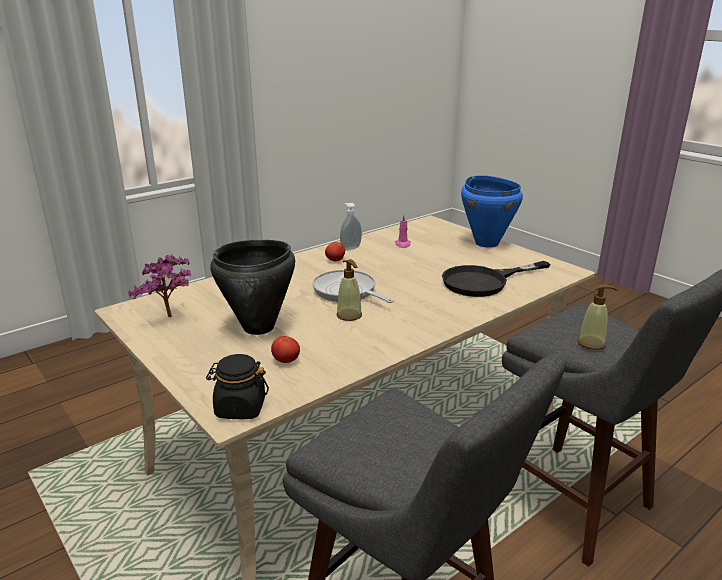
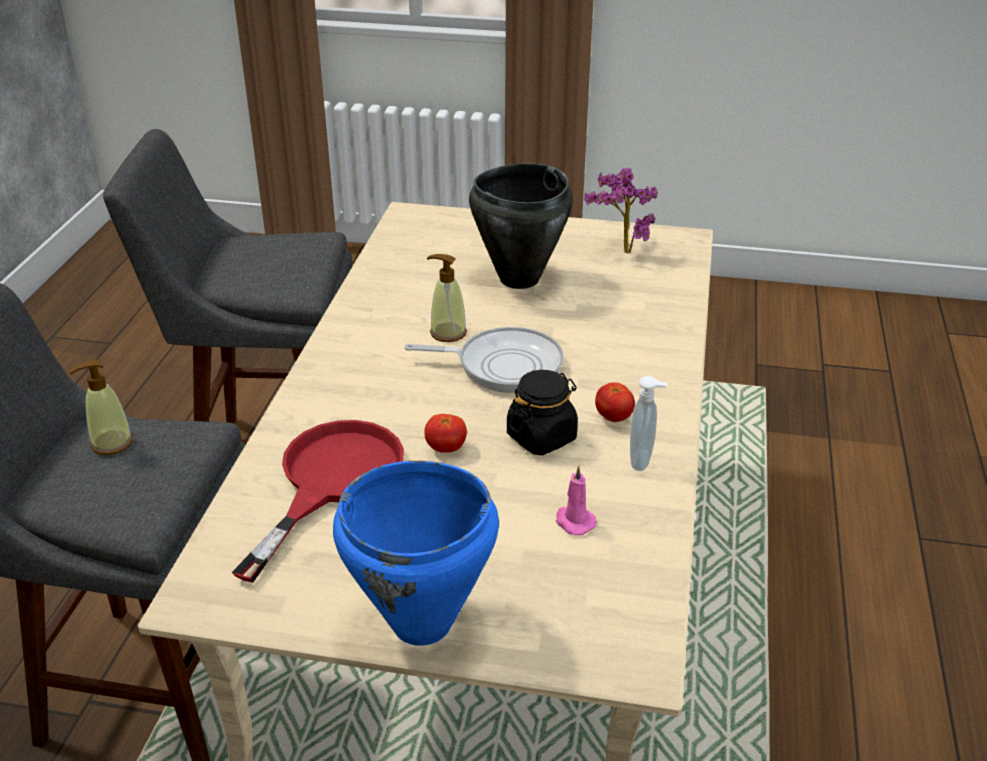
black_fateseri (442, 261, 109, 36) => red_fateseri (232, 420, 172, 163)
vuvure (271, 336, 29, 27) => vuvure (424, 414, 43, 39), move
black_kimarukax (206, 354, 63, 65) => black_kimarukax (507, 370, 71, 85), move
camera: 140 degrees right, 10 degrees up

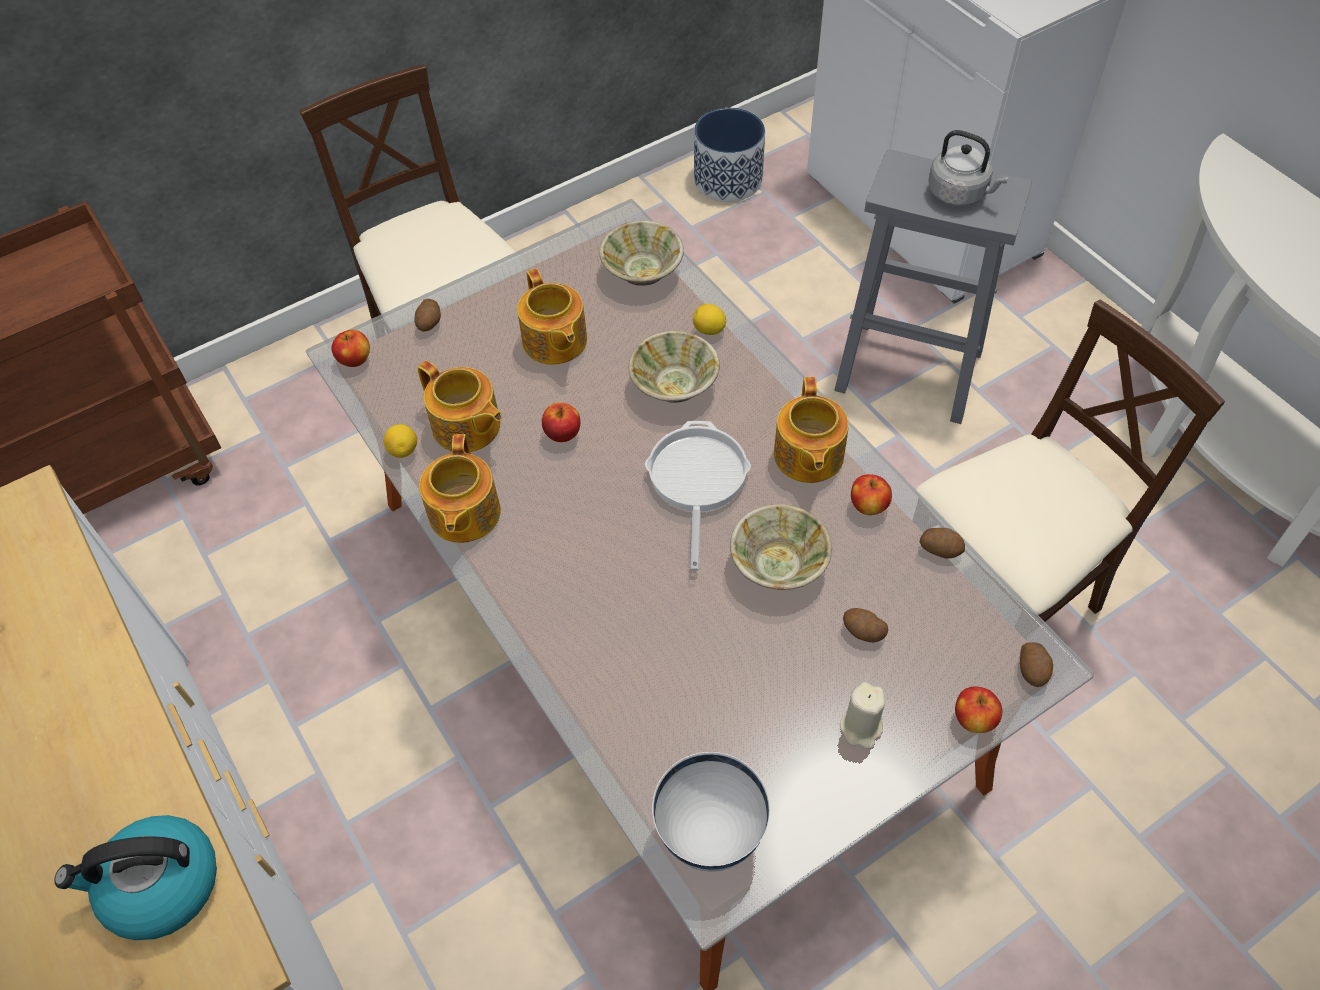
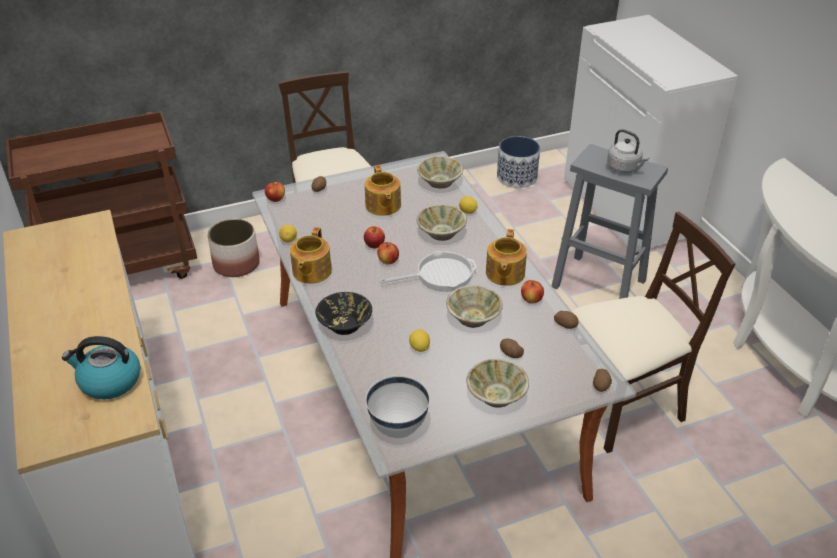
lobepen (418, 361, 84, 91) => nothing
fateseri (645, 421, 106, 150) => fateseri (380, 251, 97, 40), 60 degrees clockwise
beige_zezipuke (840, 682, 45, 67) => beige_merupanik (467, 359, 62, 49)
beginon (955, 686, 47, 47) => beginon (378, 242, 21, 22), move
nothing => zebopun (207, 219, 53, 58)
nothing => black_merupanik (316, 292, 56, 43)
nothing => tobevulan (409, 329, 21, 23)
camera: 10 degrees right, 15 degrees down

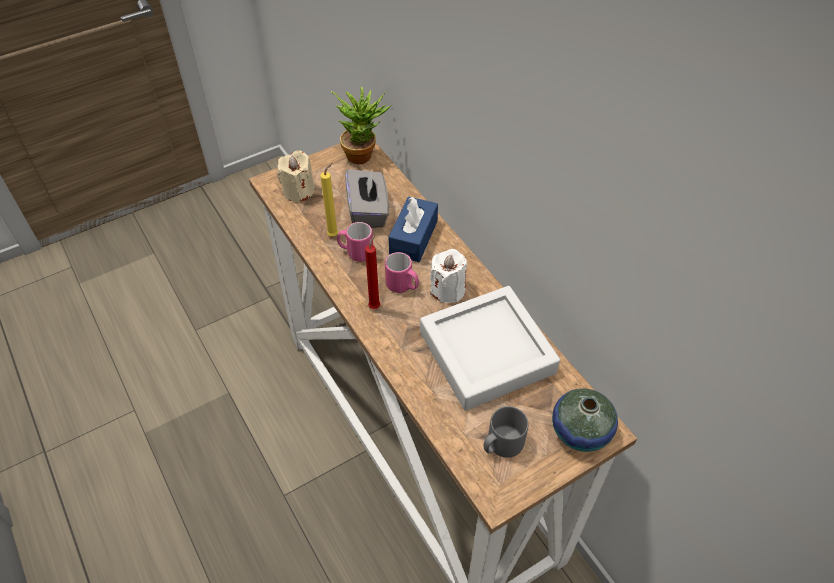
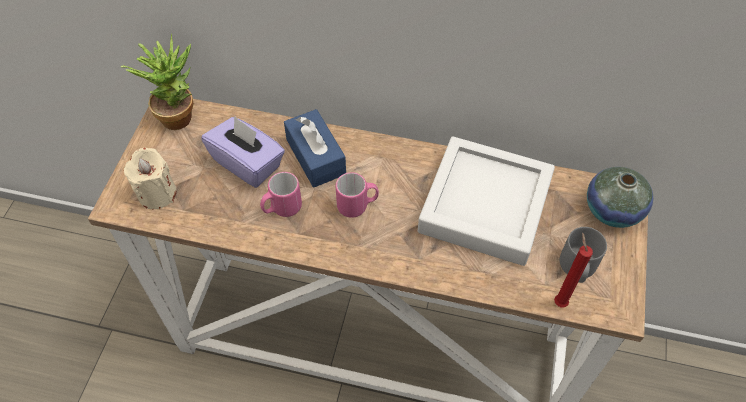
yellow_zezipuke (321, 163, 17, 73) => nothing
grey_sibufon (345, 169, 44, 59) => purple_sibufon (201, 116, 84, 72)
red_zezipuke (365, 234, 15, 75) => red_zezipuke (554, 233, 39, 74), move
white_zezipuke (430, 249, 37, 54) => nothing
camera: 45 degrees left, 5 degrees up

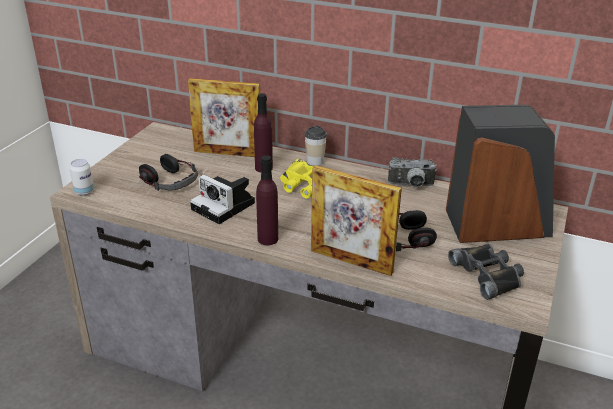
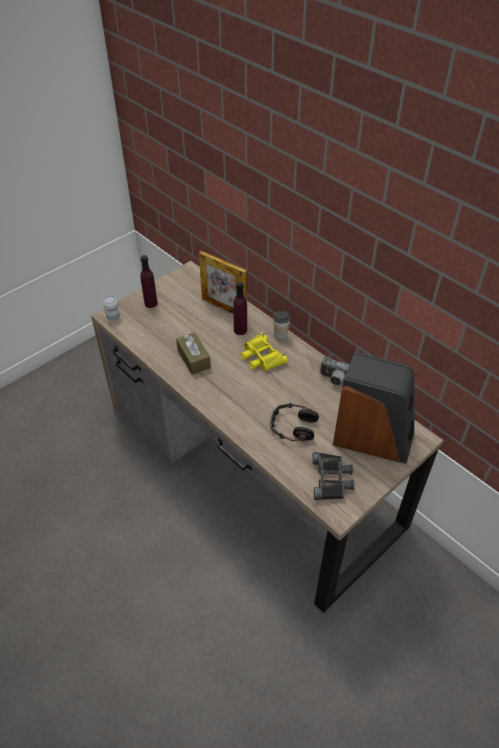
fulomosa (139, 154, 59, 37) => nothing
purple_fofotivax (256, 155, 22, 90) => purple_fofotivax (140, 255, 18, 53), move
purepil (311, 165, 91, 111) => nothing
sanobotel (190, 174, 65, 50) => brown_sibufon (176, 333, 35, 42)
camera: 25 degrees right, 15 degrees up

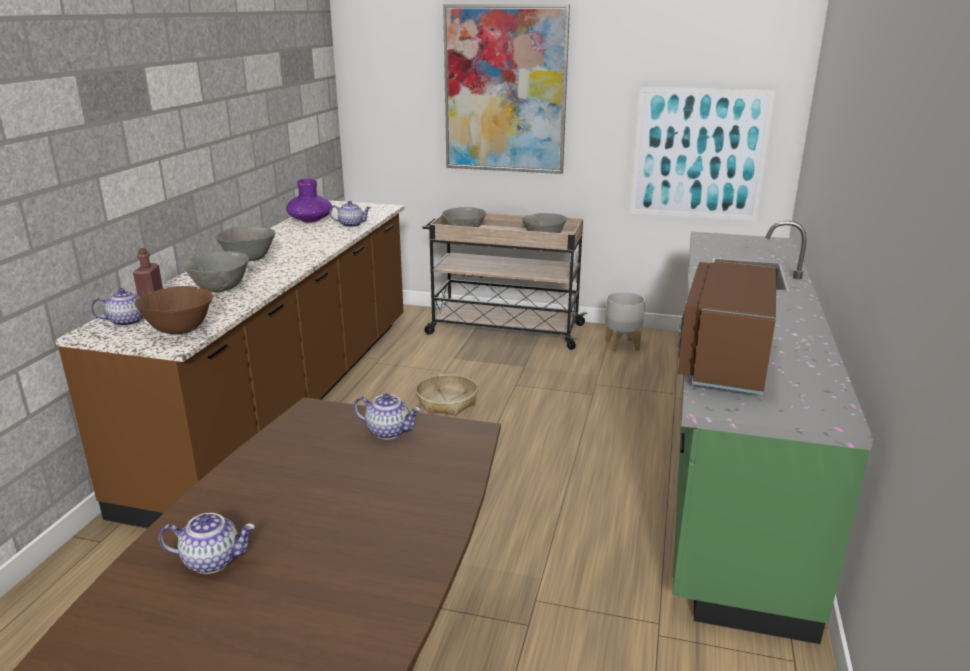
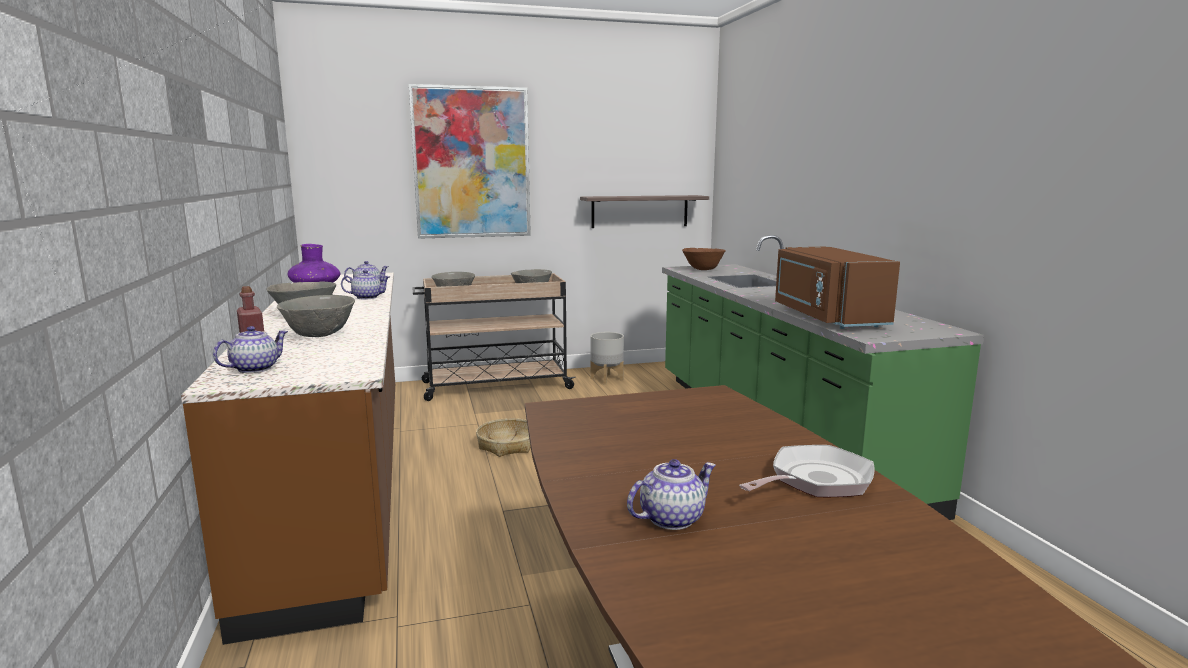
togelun (630, 87, 146, 134) => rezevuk (580, 195, 129, 33)
brown_merupanik (135, 286, 78, 48) => brown_merupanik (682, 248, 44, 22), move
lobepen (354, 393, 67, 46) => lobepen (341, 270, 49, 30), move
nothing => fateseri (739, 445, 136, 52)
camera: 30 degrees left, 10 degrees down

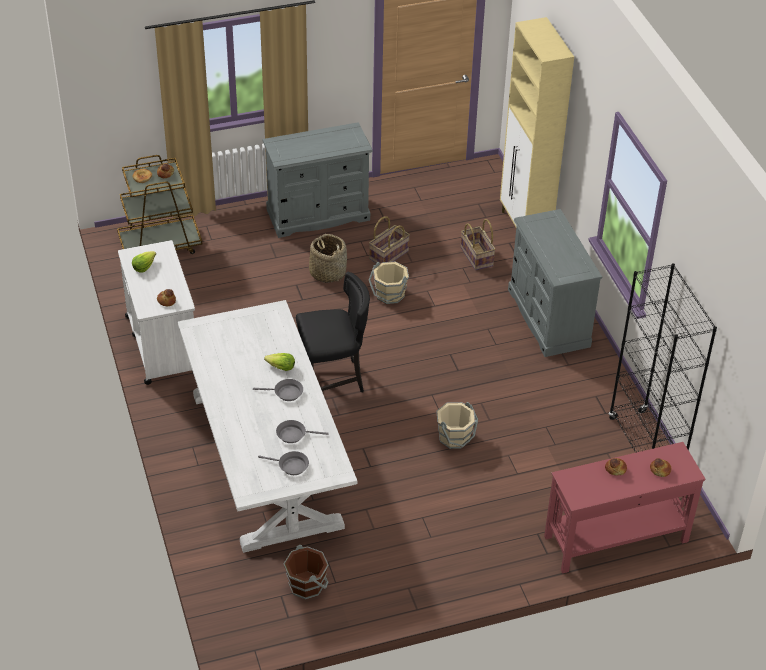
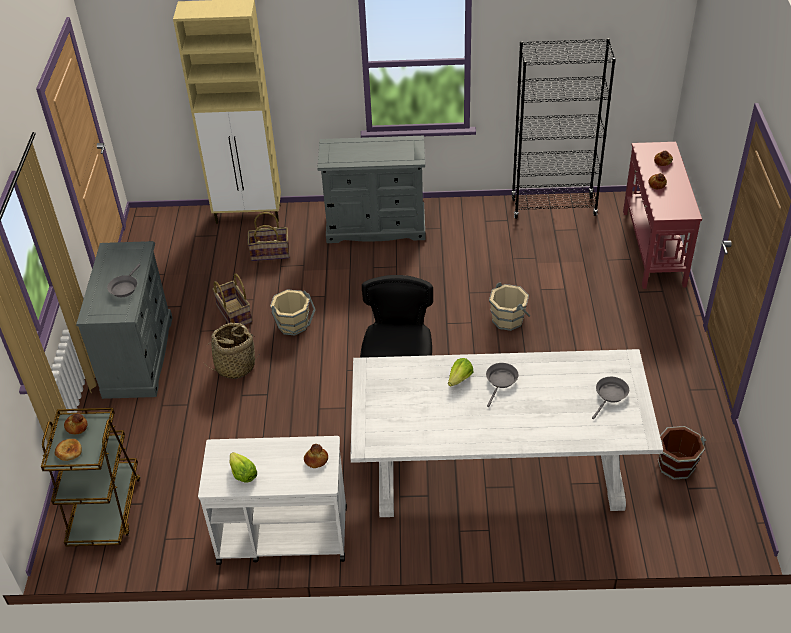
grey_fateseri (276, 420, 53, 23) => grey_fateseri (107, 264, 33, 33), move
camera: 70 degrees left, 0 degrees up

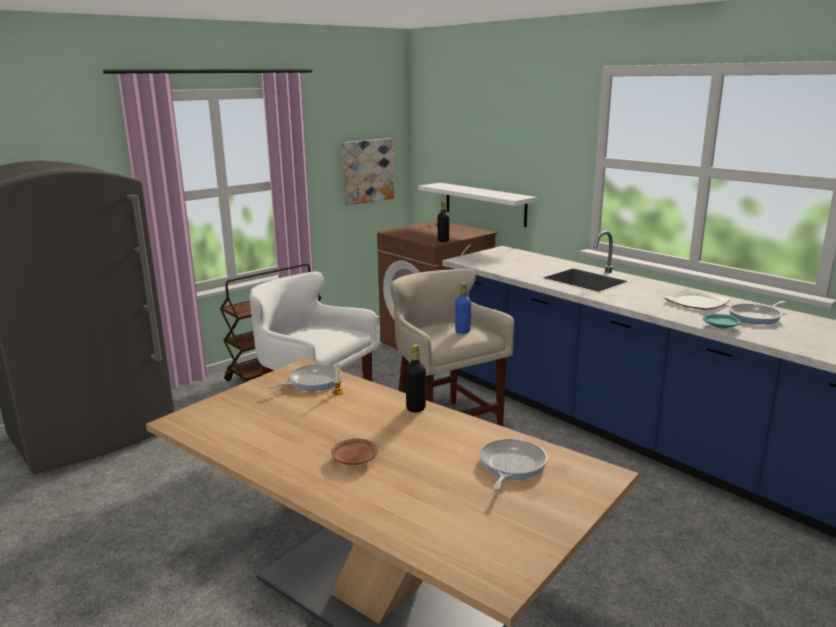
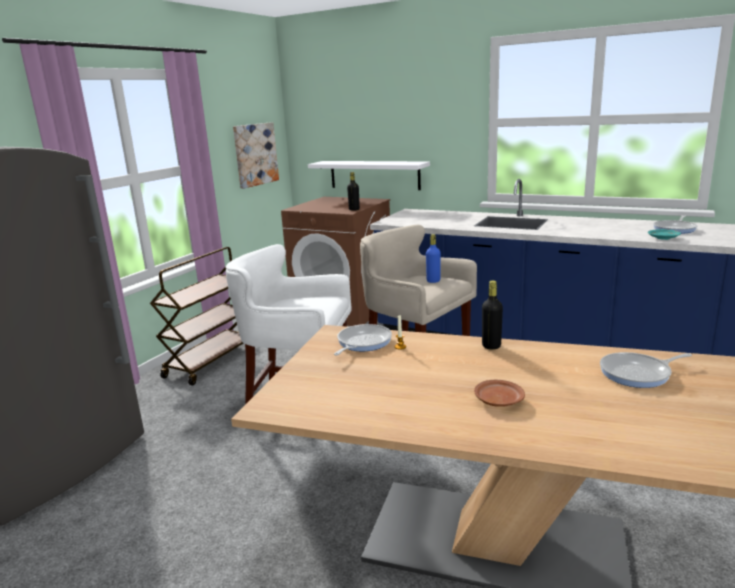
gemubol (663, 289, 68, 21) => nothing
fateseri (480, 438, 67, 52) => fateseri (600, 352, 92, 36), 105 degrees counterclockwise
camera: 20 degrees left, 0 degrees up

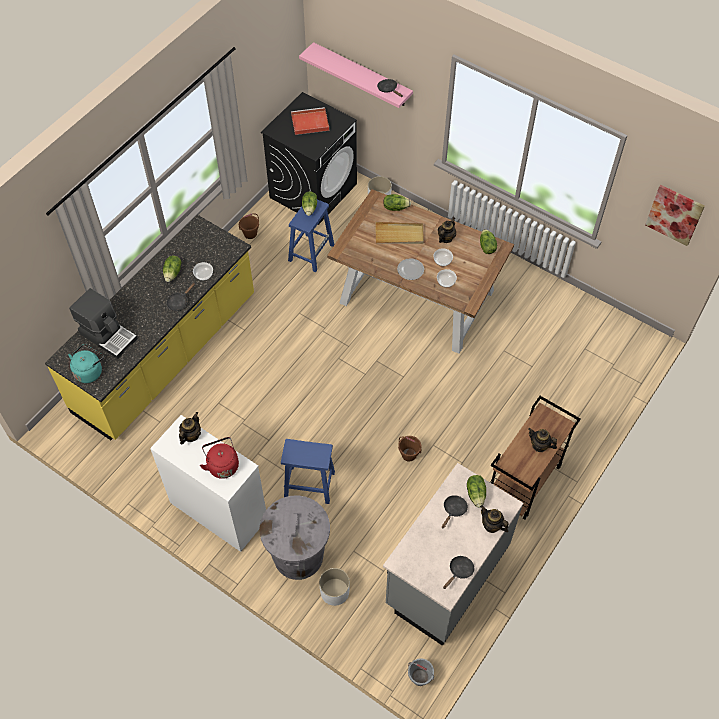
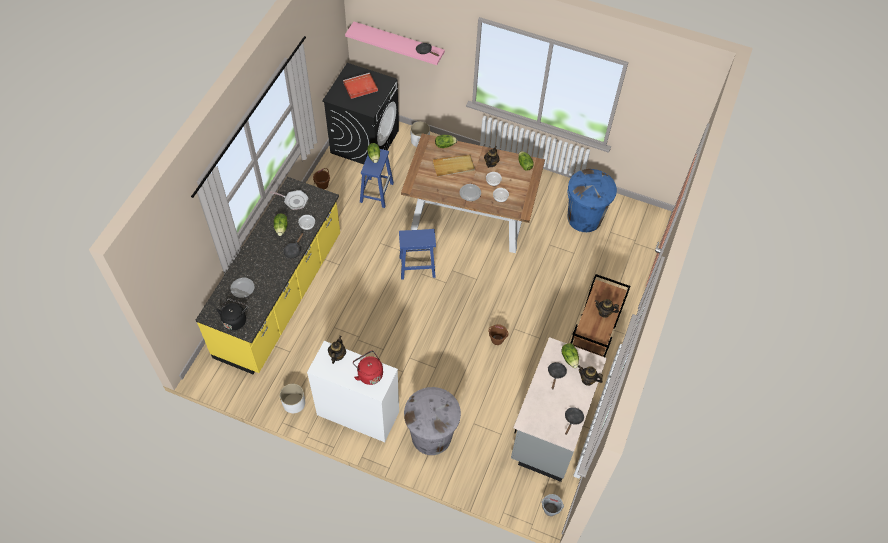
togelun (645, 185, 60, 61) => nothing
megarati (69, 288, 69, 71) => gemubol (230, 278, 25, 20)
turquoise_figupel (68, 344, 36, 39) => black_figupel (216, 298, 32, 32)
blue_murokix (281, 439, 54, 65) => blue_murokix (399, 229, 37, 51), move
white_zebopun (319, 568, 31, 38) => white_zebopun (280, 384, 25, 29), move
nothing => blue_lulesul (567, 169, 50, 63)
nothing => fateseri (270, 190, 39, 20)
camera: 15 degrees left, 0 degrees up

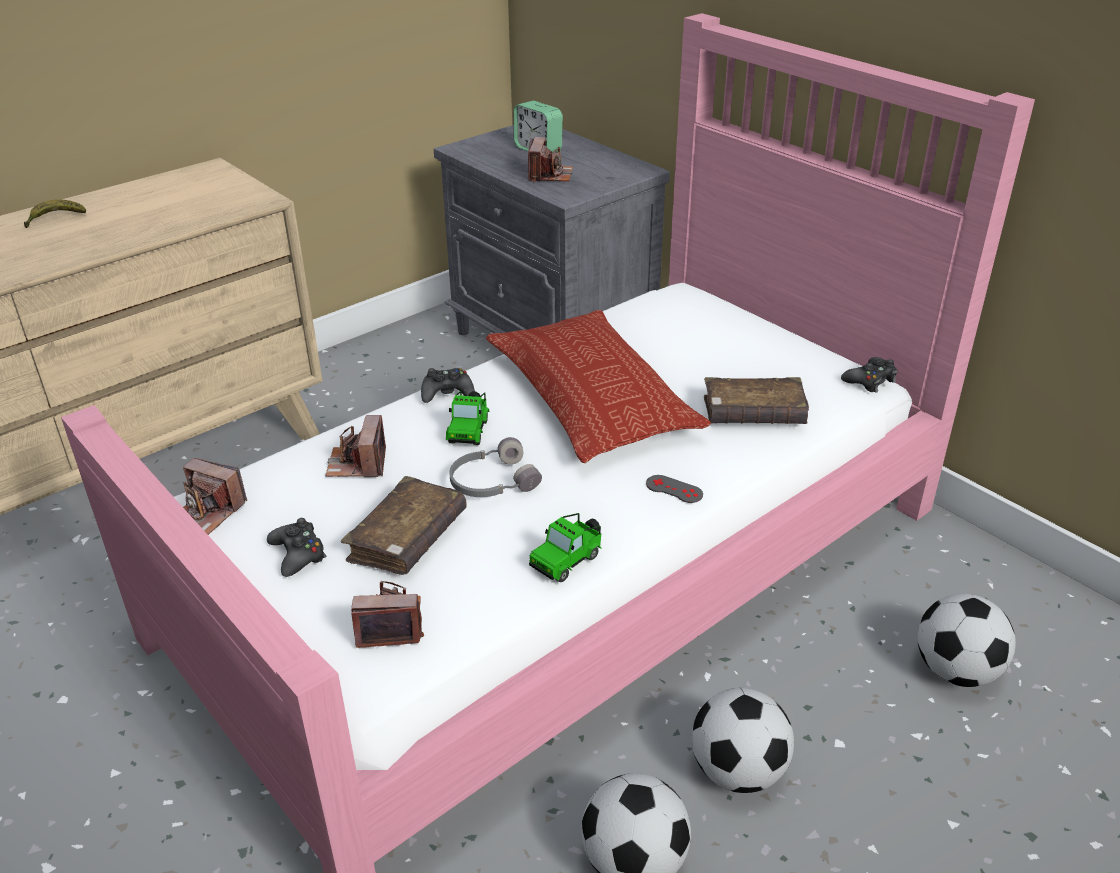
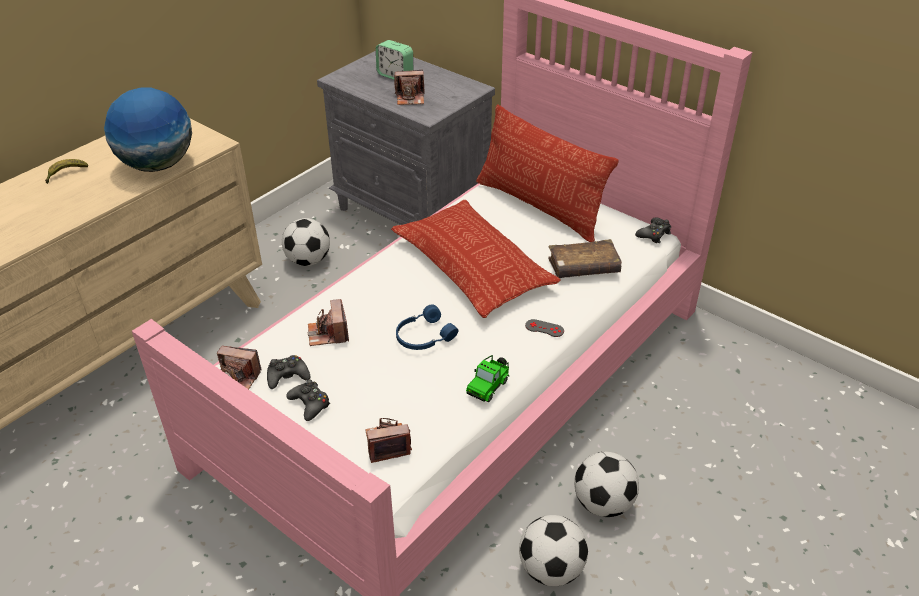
sanobotel (528, 137, 45, 45) => sanobotel (394, 70, 31, 35), 90 degrees clockwise
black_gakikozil (421, 368, 54, 35) => black_gakikozil (267, 355, 43, 34), move
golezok (446, 391, 44, 54) => nothing
grey_fulomosa (449, 437, 93, 60) => blue_fulomosa (396, 305, 62, 45)
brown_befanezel (341, 476, 126, 99) => nothing
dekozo (917, 594, 99, 93) => dekozo (282, 218, 48, 48), move
nothing => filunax (104, 87, 88, 85)
nothing => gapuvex (476, 104, 143, 138)
camera: 10 degrees left, 5 degrees up

